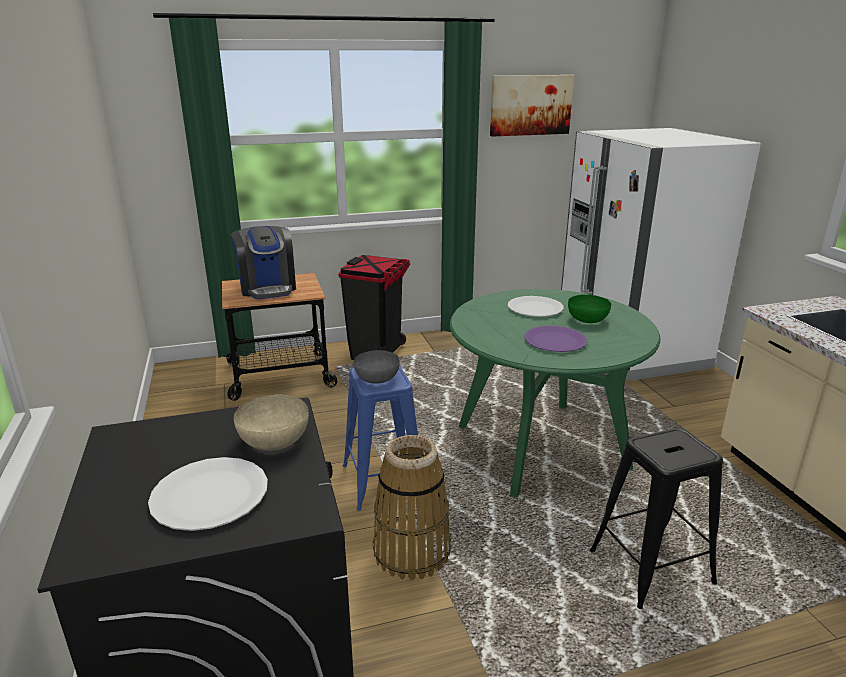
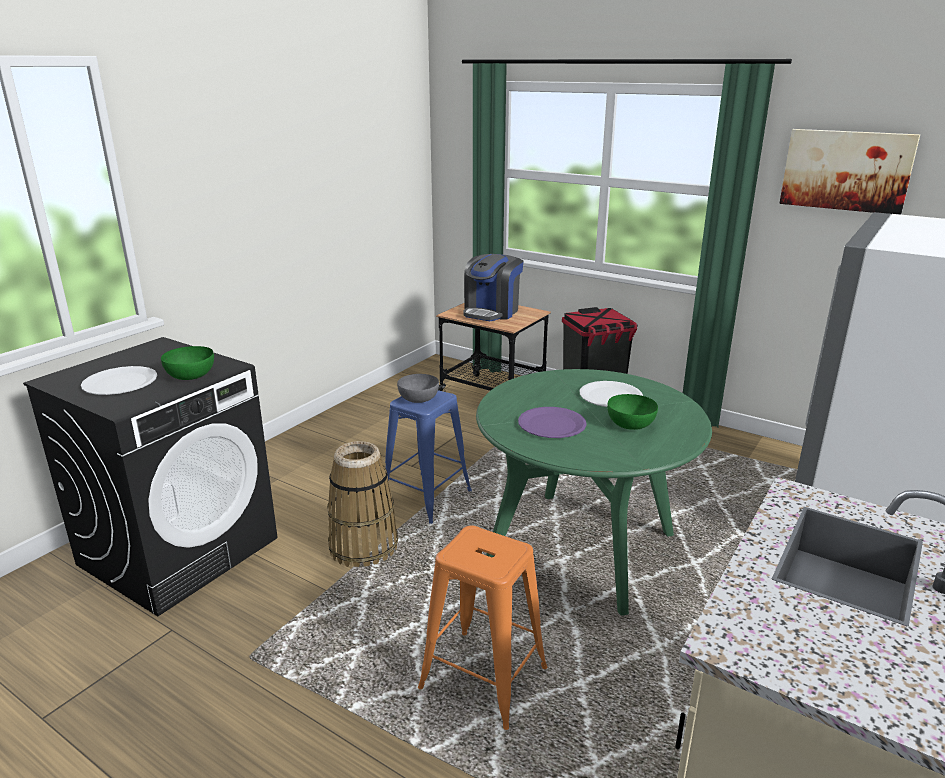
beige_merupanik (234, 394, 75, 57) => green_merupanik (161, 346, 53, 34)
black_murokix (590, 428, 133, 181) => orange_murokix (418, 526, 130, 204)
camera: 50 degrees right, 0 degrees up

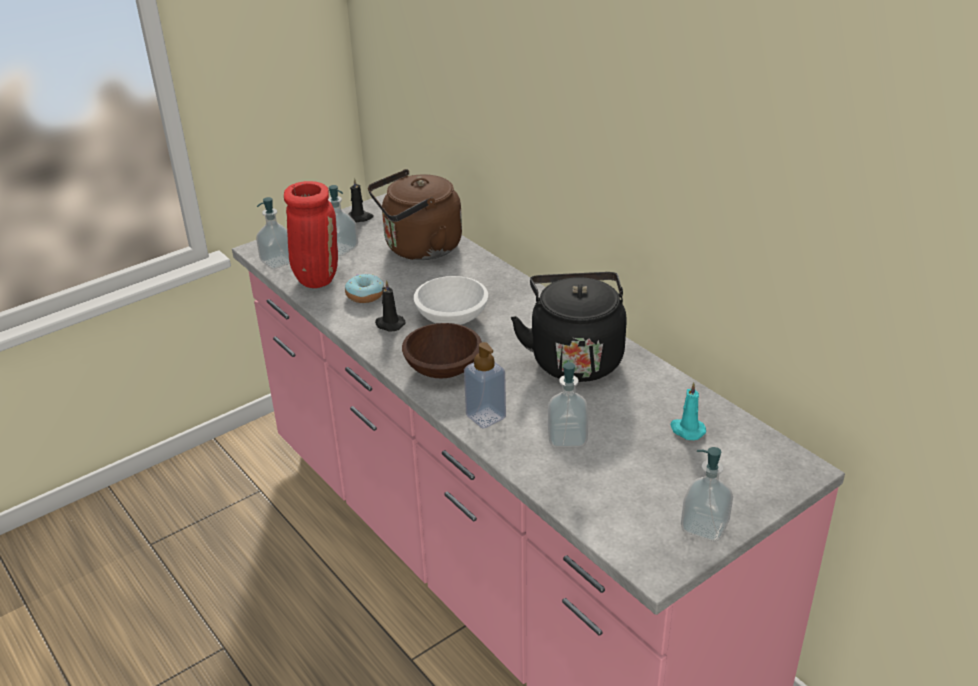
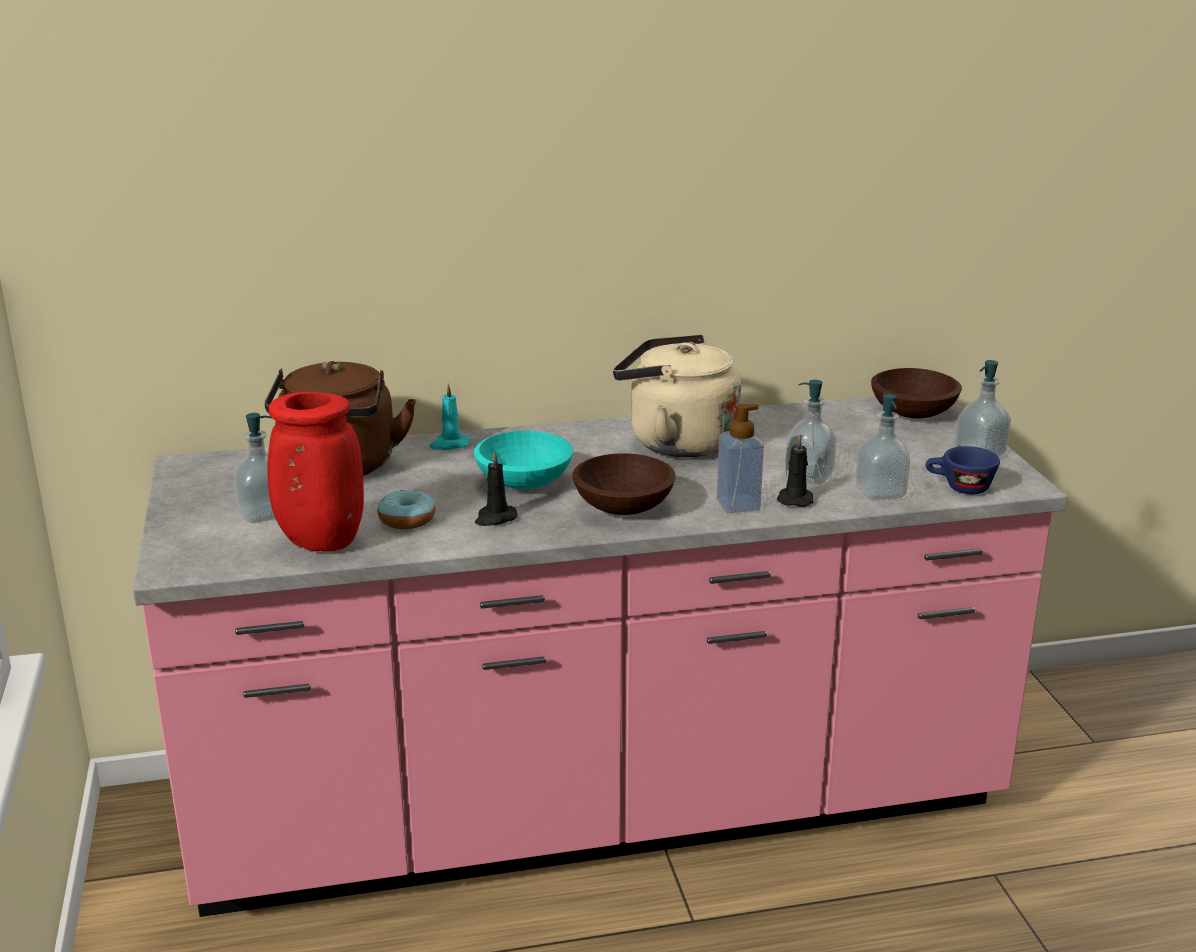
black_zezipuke (348, 178, 26, 44) => black_zezipuke (777, 435, 36, 72), move
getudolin (256, 197, 34, 72) => getudolin (856, 394, 54, 106), move
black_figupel (511, 272, 116, 110) => beige_figupel (613, 334, 128, 123)
white_merupanik (414, 276, 74, 49) => turquoise_merupanik (474, 431, 99, 58)
turquoise_zezipuke (670, 382, 36, 58) => turquoise_zezipuke (430, 384, 40, 66), move
nothing => brown_merupanik (871, 368, 91, 50)
nothing => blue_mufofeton (926, 446, 74, 48)
camera: 65 degrees left, 10 degrees down

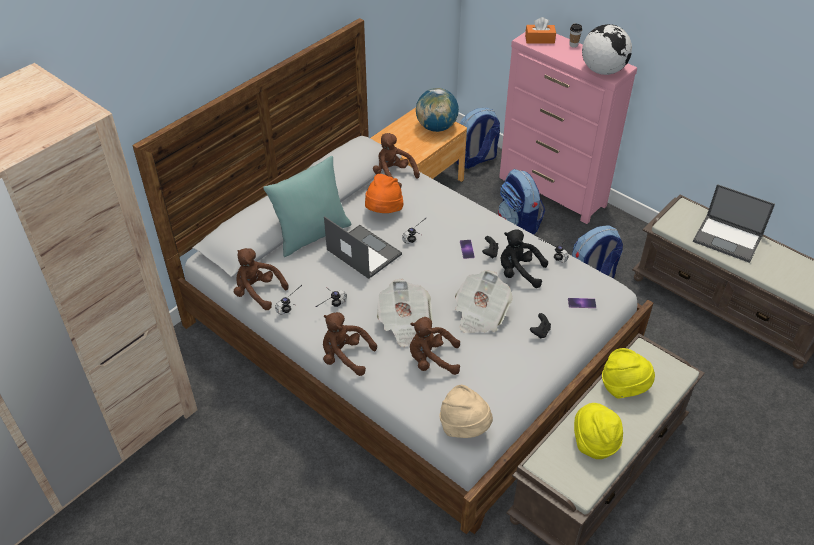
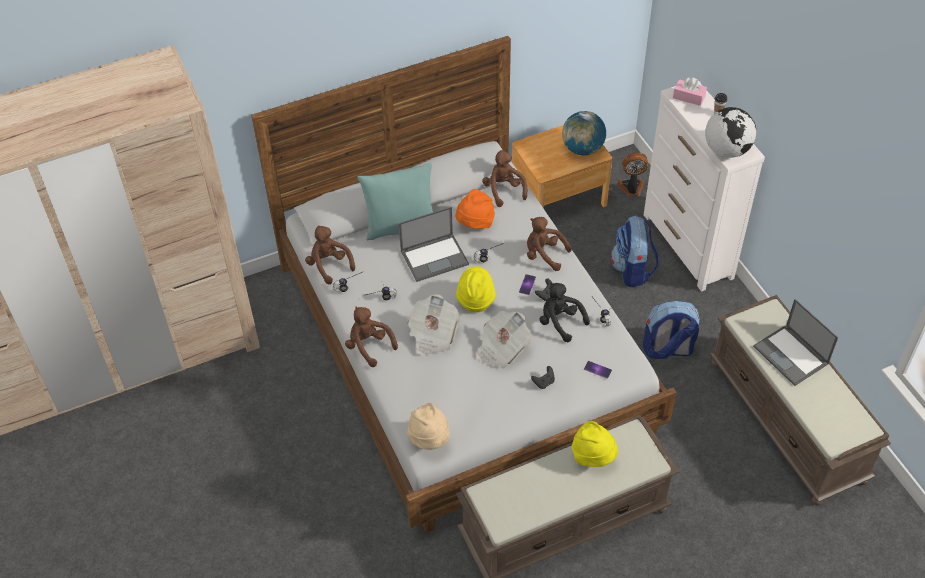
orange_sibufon (525, 17, 31, 27) => pink_sibufon (673, 77, 34, 29)
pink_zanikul (499, 32, 138, 192) => white_zanikul (644, 83, 121, 208)
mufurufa (456, 108, 44, 61) => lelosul (617, 153, 31, 43)
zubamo (324, 216, 78, 63) => zubamo (399, 207, 70, 75), 90 degrees clockwise
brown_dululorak (410, 317, 50, 58) => brown_dululorak (527, 217, 45, 54), move
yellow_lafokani (574, 403, 49, 56) => yellow_lafokani (456, 266, 40, 46), move
camera: 25 degrees right, 5 degrees up

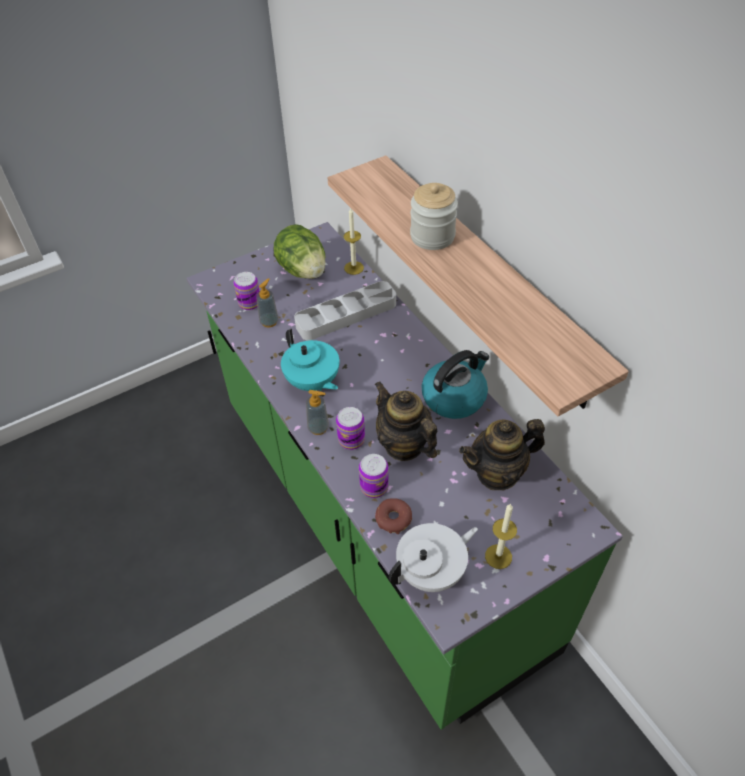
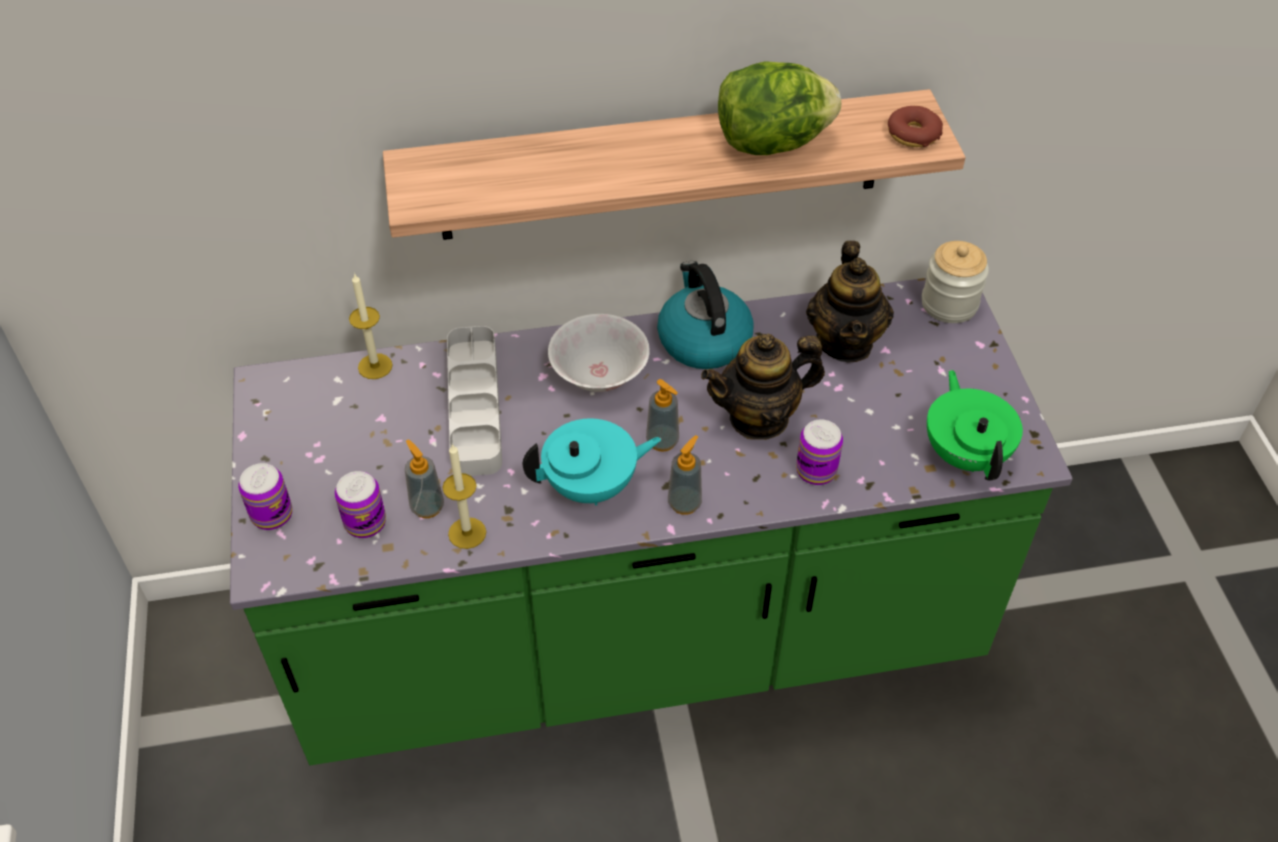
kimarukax (410, 183, 48, 67) => kimarukax (922, 241, 67, 82), move
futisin (274, 224, 51, 55) => futisin (718, 61, 123, 94), move
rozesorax (336, 407, 29, 43) => rozesorax (238, 463, 54, 67), move
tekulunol (375, 498, 37, 36) => tekulunol (888, 106, 55, 41), move
zezipuke (485, 503, 32, 66) => zezipuke (442, 444, 44, 105), move
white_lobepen (389, 523, 89, 69) => green_lobepen (927, 370, 96, 111)
nothing => white_merupanik (548, 314, 102, 78)
nothing => getudolin (646, 379, 33, 73)
camera: 70 degrees left, 0 degrees up

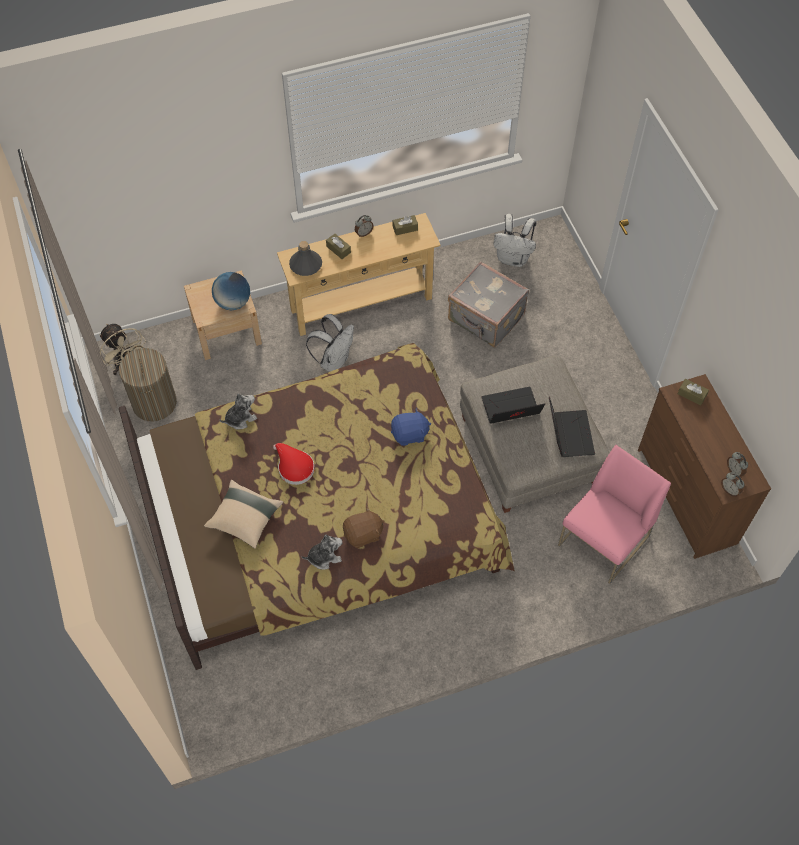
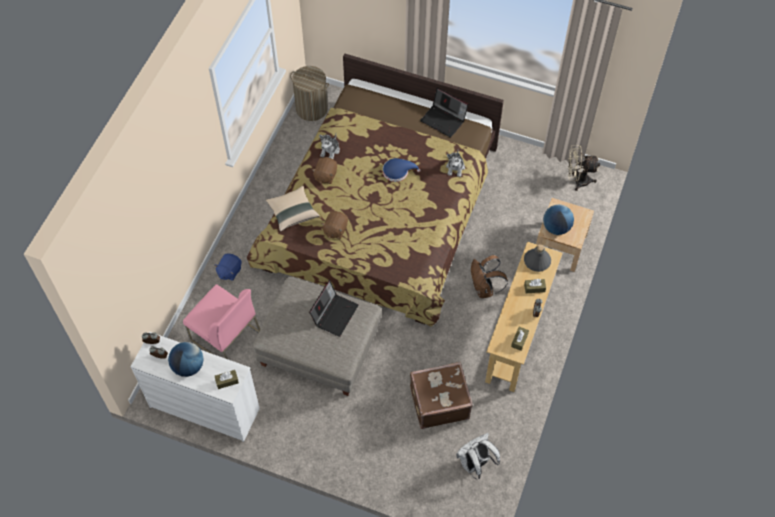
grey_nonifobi (448, 261, 81, 87) => brown_nonifobi (410, 362, 63, 67)
white_mufurufa (306, 314, 48, 58) => brown_mufurufa (471, 255, 37, 43)
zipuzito (119, 346, 58, 76) => zipuzito (290, 66, 39, 55), move
brown_zanikul (638, 374, 133, 185) => white_zanikul (131, 332, 129, 110)
zubamo (549, 396, 46, 61) => zubamo (420, 87, 48, 50), move
blue_dululorak (391, 408, 40, 38) => blue_dululorak (215, 253, 27, 28), move
red_lafokani (273, 443, 42, 42) => blue_lafokani (383, 158, 38, 24)
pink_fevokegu (558, 445, 113, 139) => pink_fevokegu (183, 285, 77, 74), 45 degrees counterclockwise
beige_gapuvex (204, 480, 79, 69) => beige_gapuvex (266, 186, 54, 46), move
nothing => brown_dululorak (321, 211, 27, 28)
nothing => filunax (168, 342, 36, 35)
camera: 130 degrees right, 0 degrees up

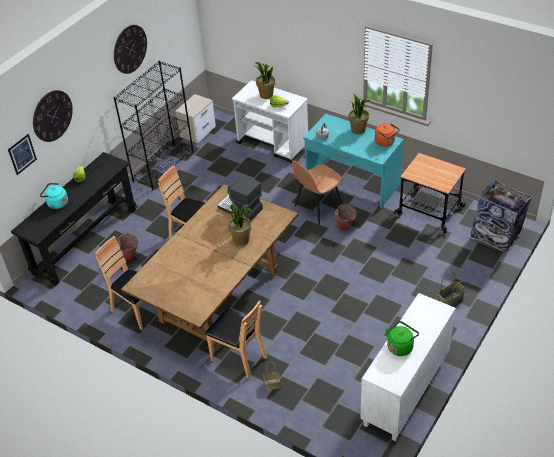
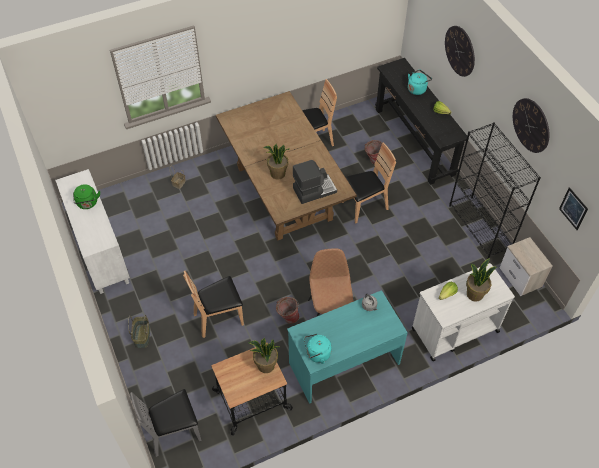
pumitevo (349, 93, 22, 41) => pumitevo (249, 338, 30, 35), move
orange_figupel (375, 123, 25, 24) => turquoise_figupel (304, 333, 28, 31)
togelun (8, 134, 29, 41) => togelun (559, 187, 29, 43), move
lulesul (469, 179, 64, 74) => grey_fevokegu (130, 389, 72, 68)
brown_fevokegu (205, 300, 62, 79) => brown_fevokegu (183, 271, 61, 67), move
camera: 120 degrees right, 10 degrees up

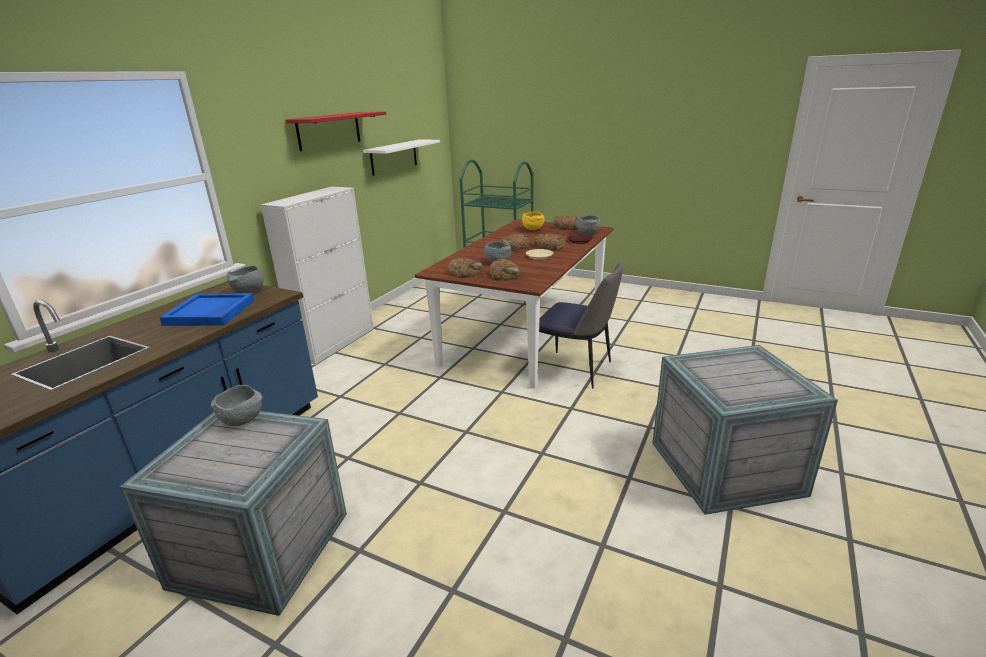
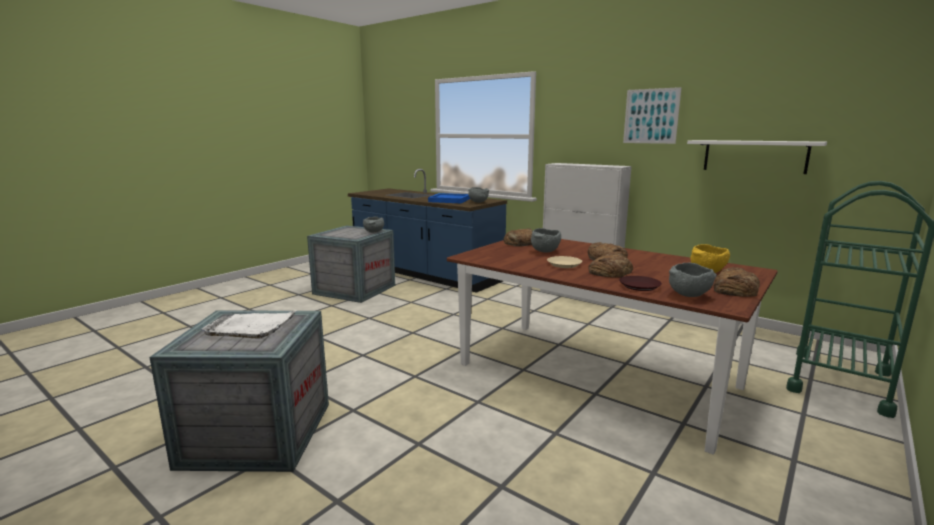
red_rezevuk (285, 112, 101, 39) => togelun (623, 87, 59, 57)
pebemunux (488, 258, 33, 23) => nothing
fevokegu (538, 263, 85, 126) => nothing
nothing => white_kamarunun (201, 310, 96, 28)
camera: 100 degrees right, 10 degrees down

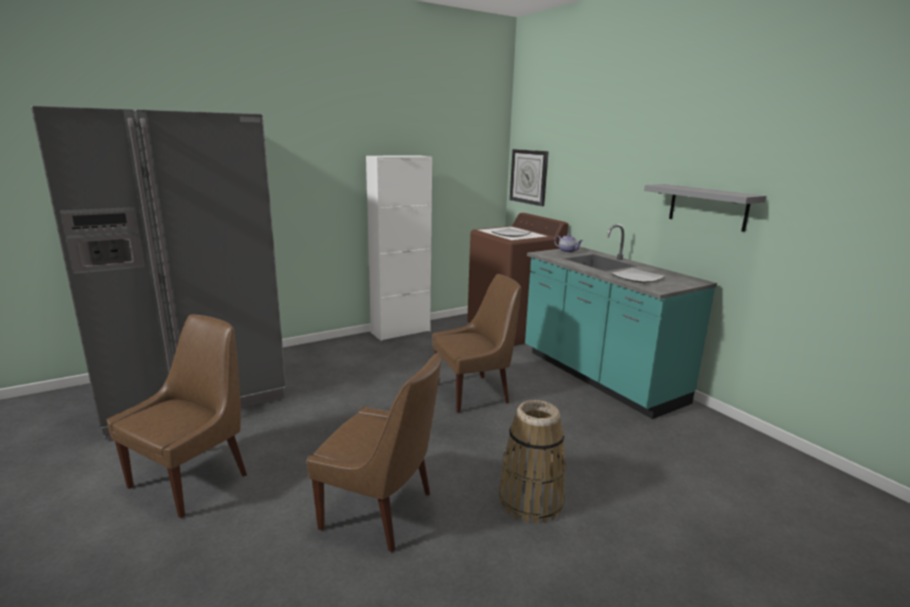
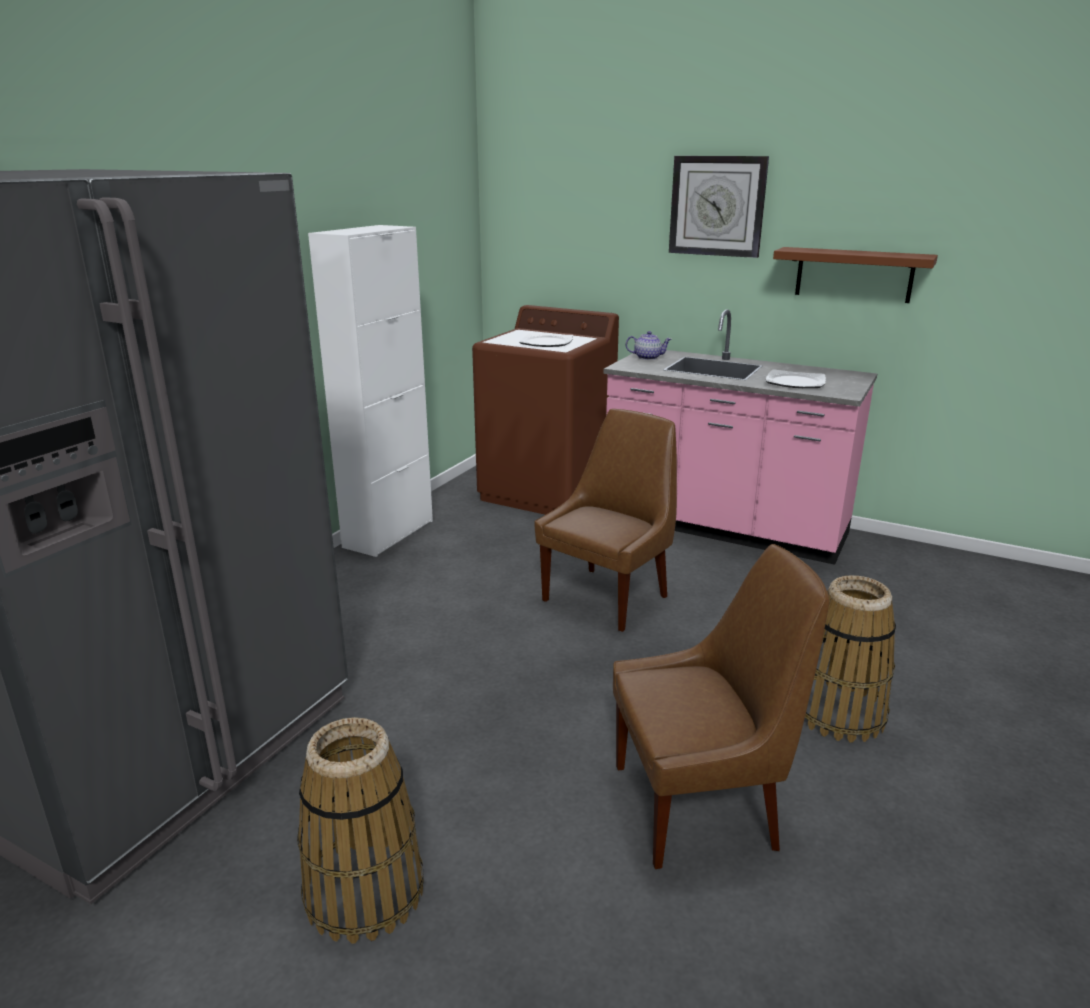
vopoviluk (510, 149, 39, 57) => vopoviluk (669, 156, 100, 102), move
grey_rezevuk (644, 184, 122, 48) => brown_rezevuk (773, 247, 165, 56)
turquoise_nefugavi (525, 224, 192, 195) => pink_nefugavi (603, 309, 274, 256)
brown_fevokegu (106, 314, 141, 204) => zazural (297, 717, 127, 227)
camera: 30 degrees left, 5 degrees up

